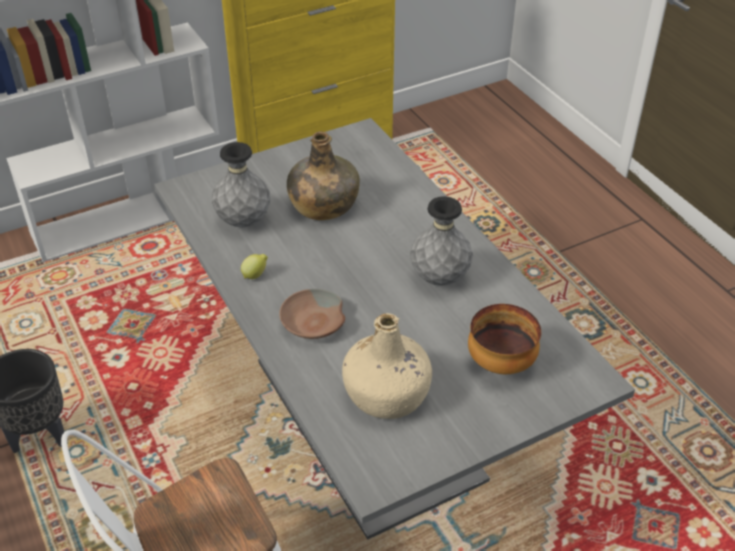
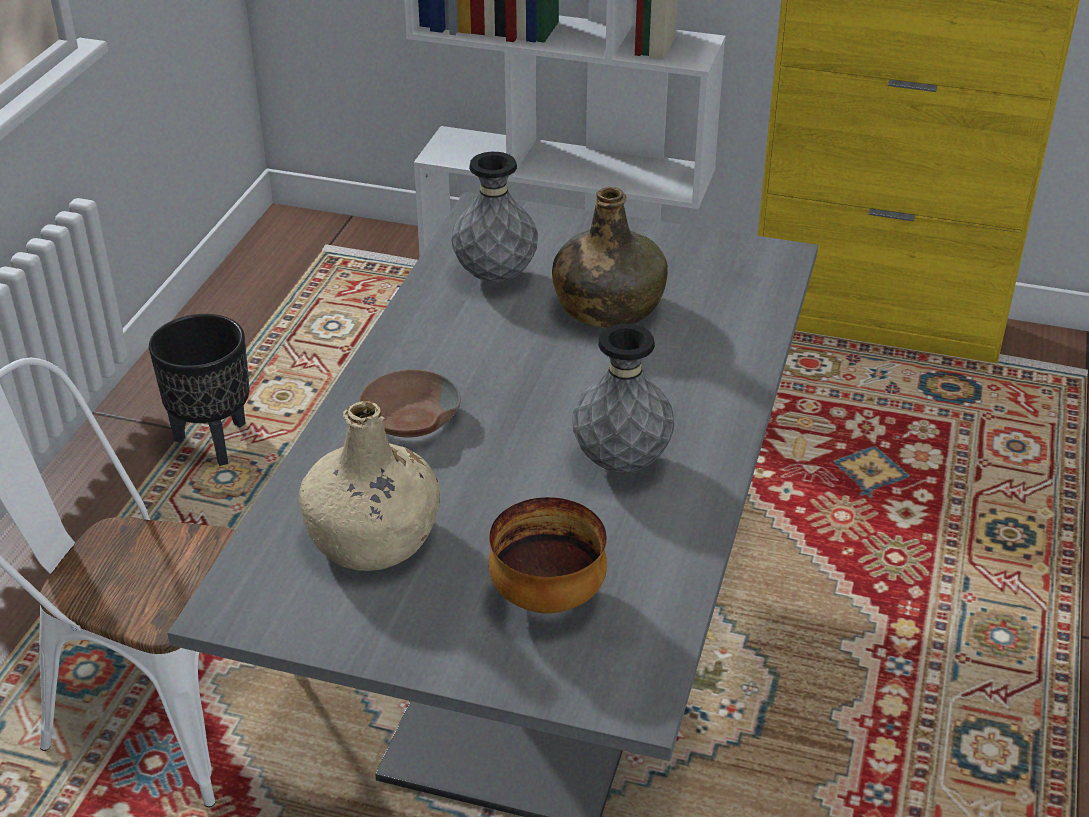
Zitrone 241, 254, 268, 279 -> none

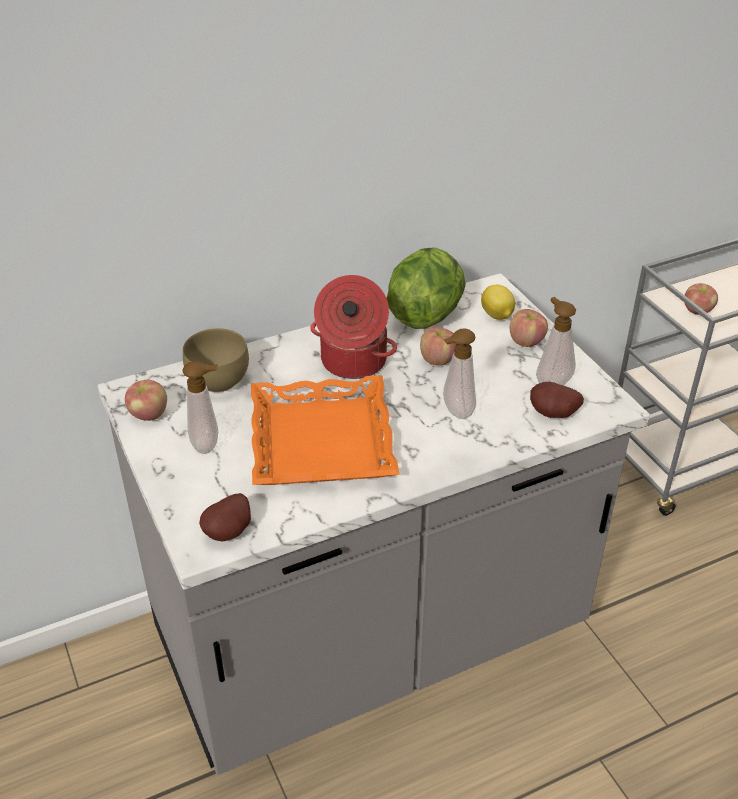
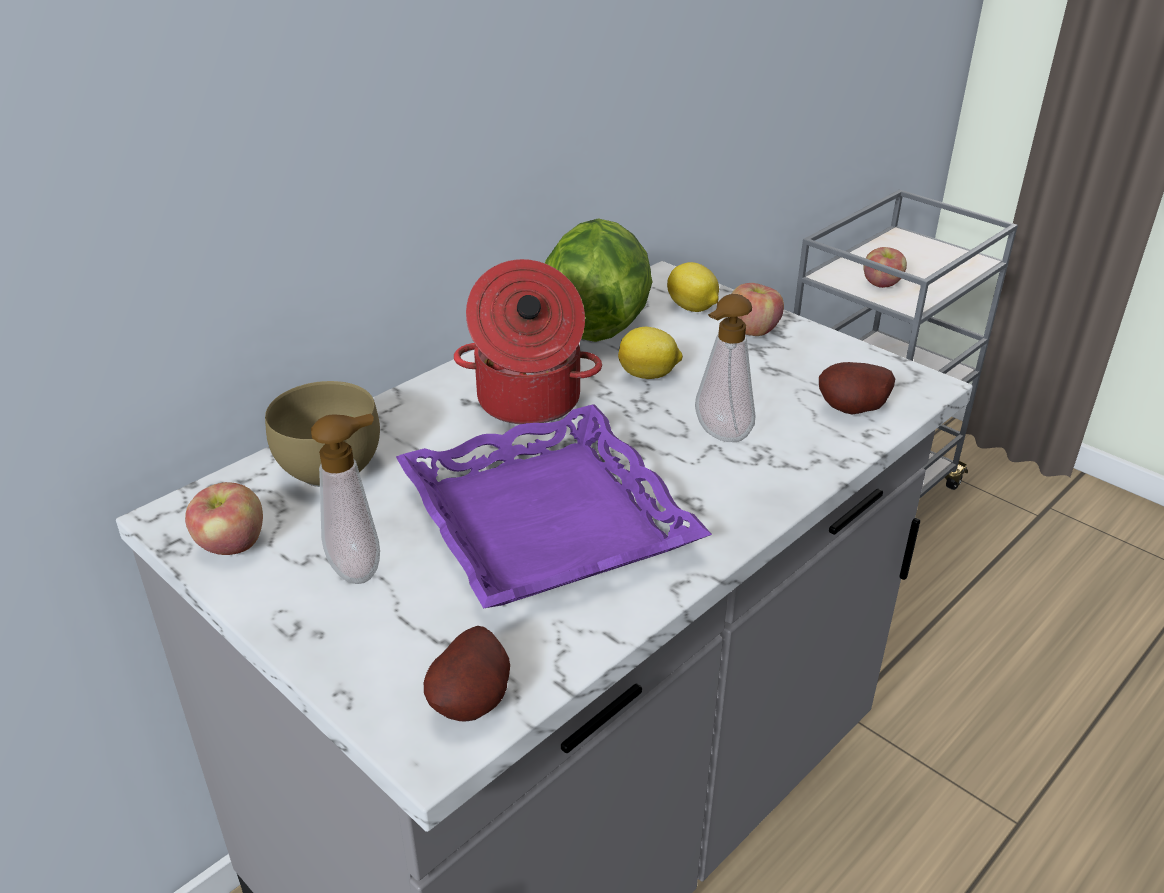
Tablett/orange 251, 375, 399, 485 -> Tablett/lila 396, 404, 712, 608
Apfel 420, 327, 456, 366 -> Zitrone 618, 327, 683, 379
Seifenspender 536, 297, 576, 385 -> none

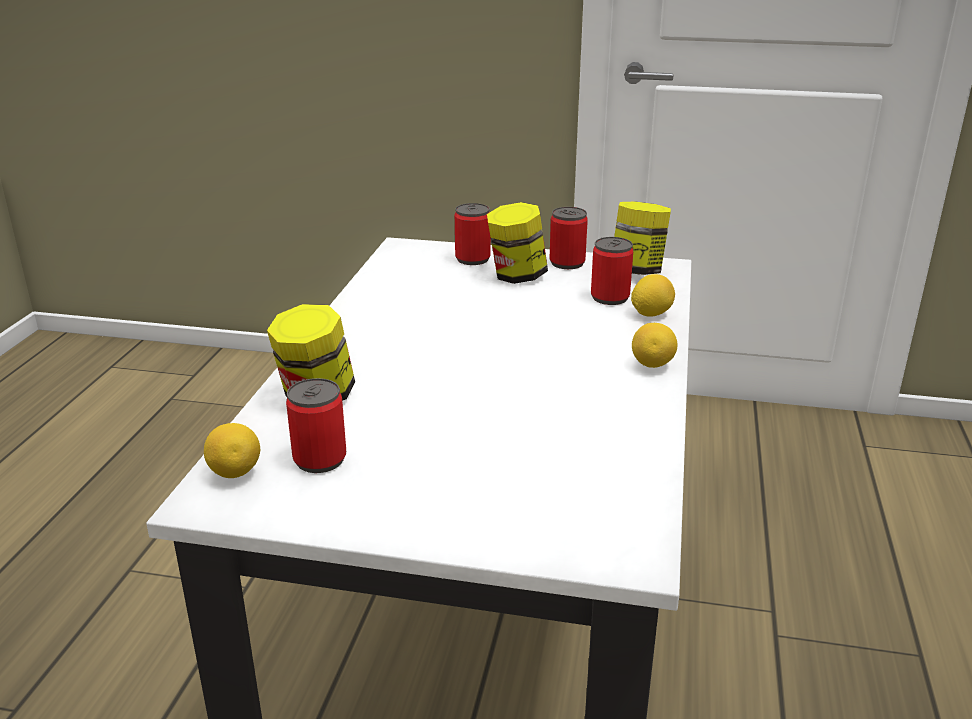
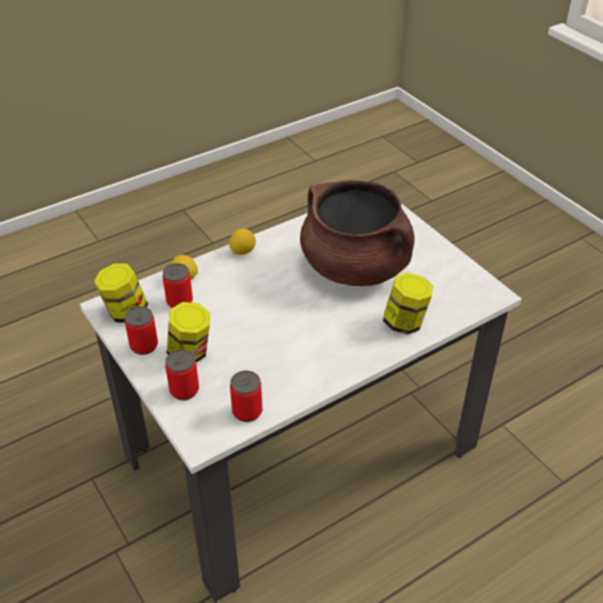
Dose 286, 378, 346, 473 -> Dose 230, 371, 262, 422, relocated
none -> Kochtopf/braun 300, 180, 415, 286
Zitrone 204, 423, 260, 478 -> none

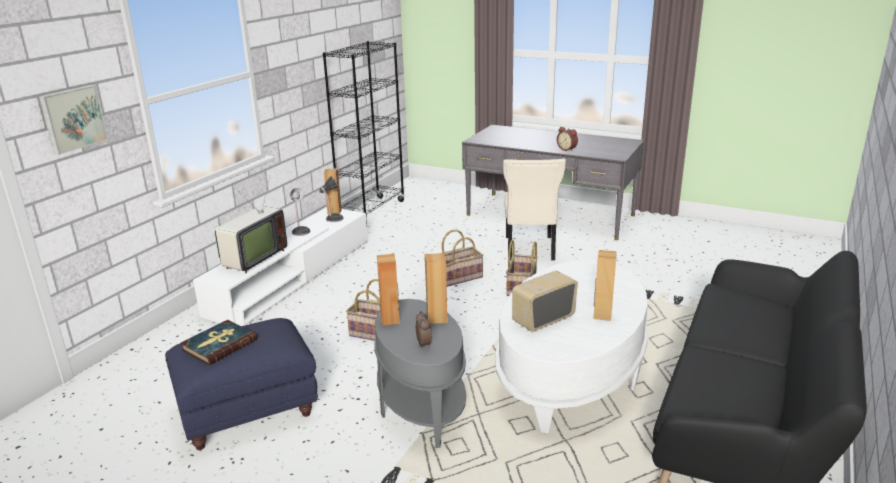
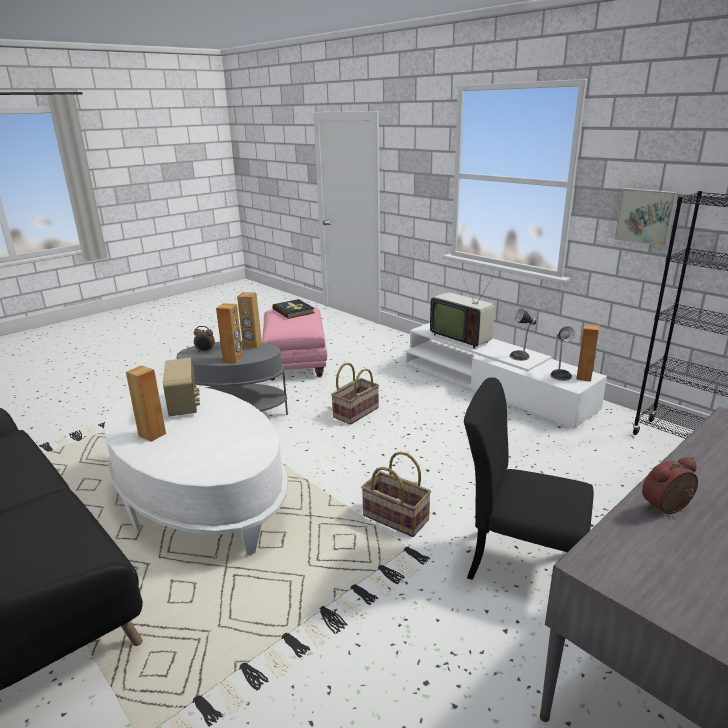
Polsterhocker/blau 165, 318, 318, 450 -> Polsterhocker/rosa 262, 307, 327, 380
Stuhl/beige 503, 159, 566, 261 -> Stuhl/schwarz 464, 377, 594, 580
Bild 39, 85, 108, 155 -> Bild 615, 188, 678, 246, relocated
Korb 442, 230, 484, 287 -> none

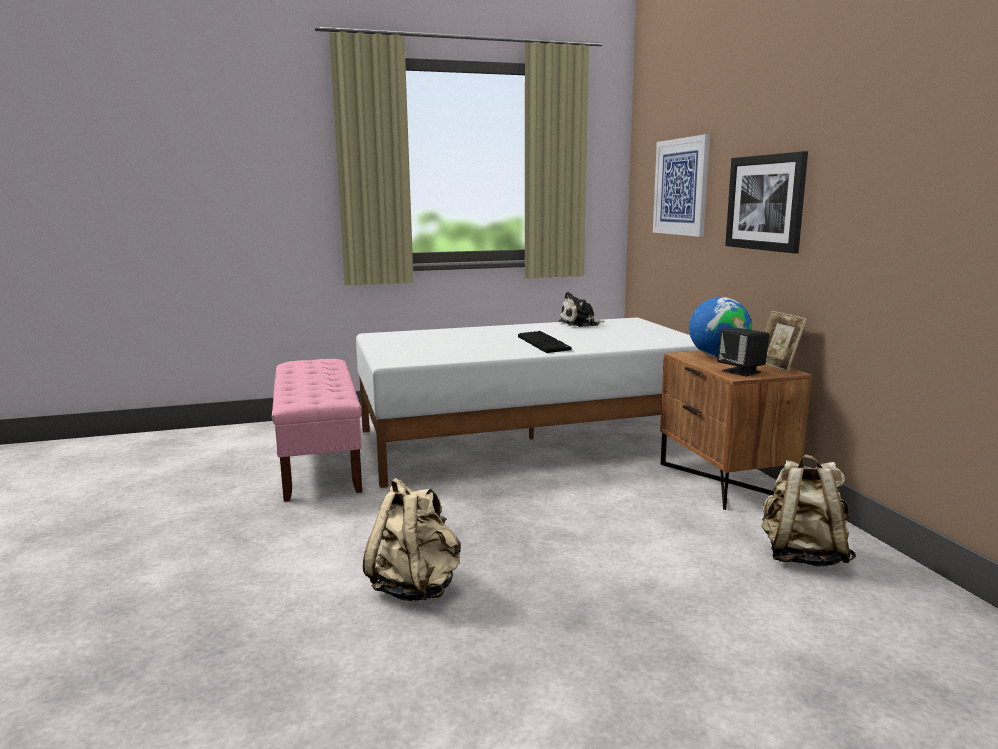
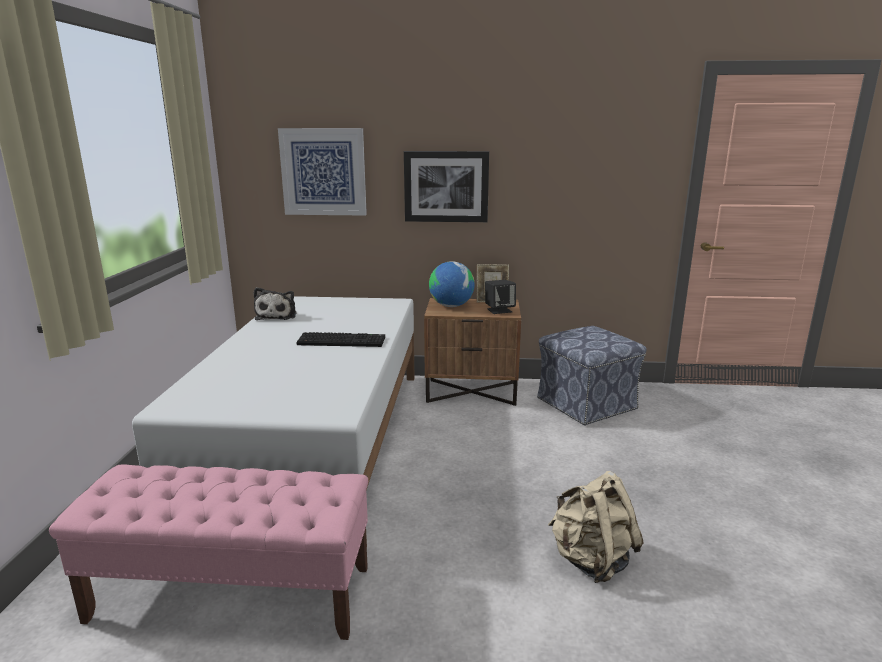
Rucksack/beige 761, 454, 856, 567 -> Polsterhocker 537, 326, 646, 426

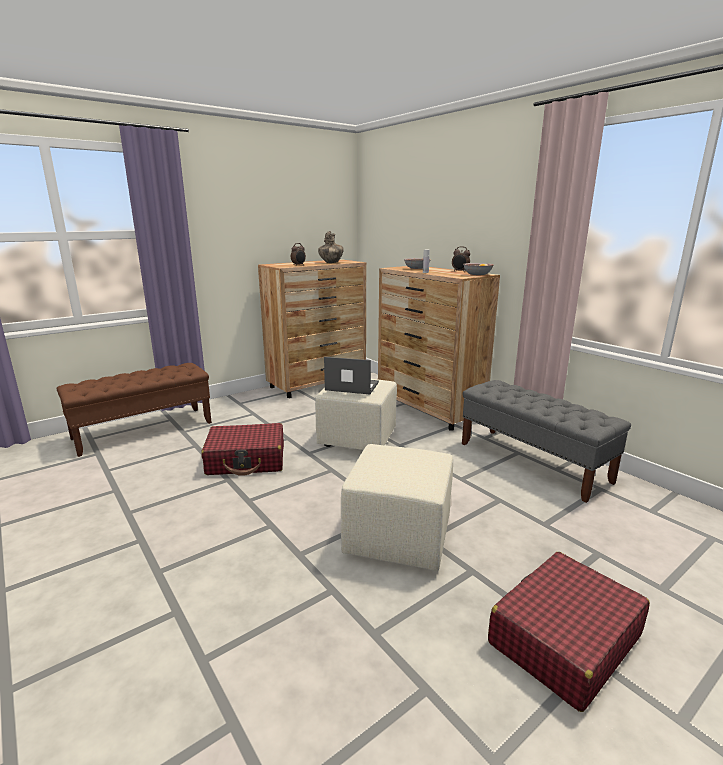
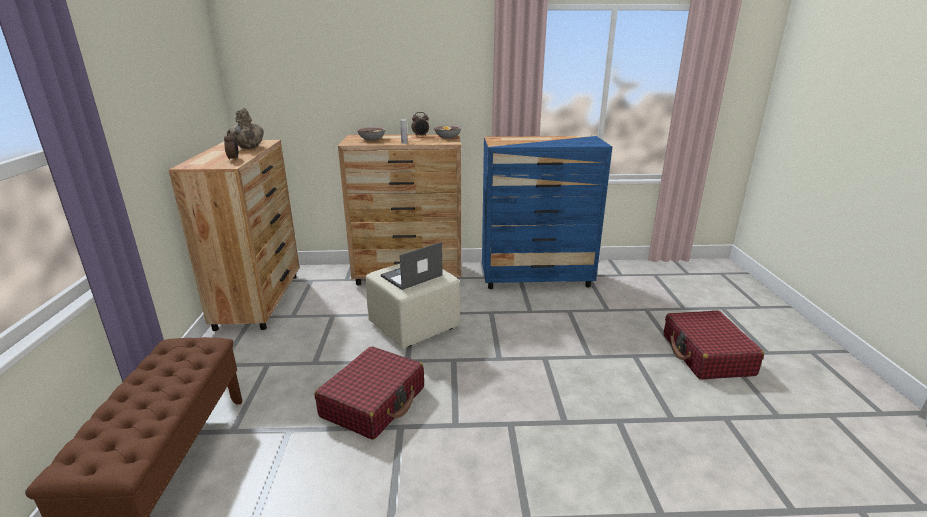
Bank/grau 462, 380, 631, 503 -> Kommode/blau 482, 136, 612, 289
Polsterhocker/beige 341, 444, 453, 571 -> none

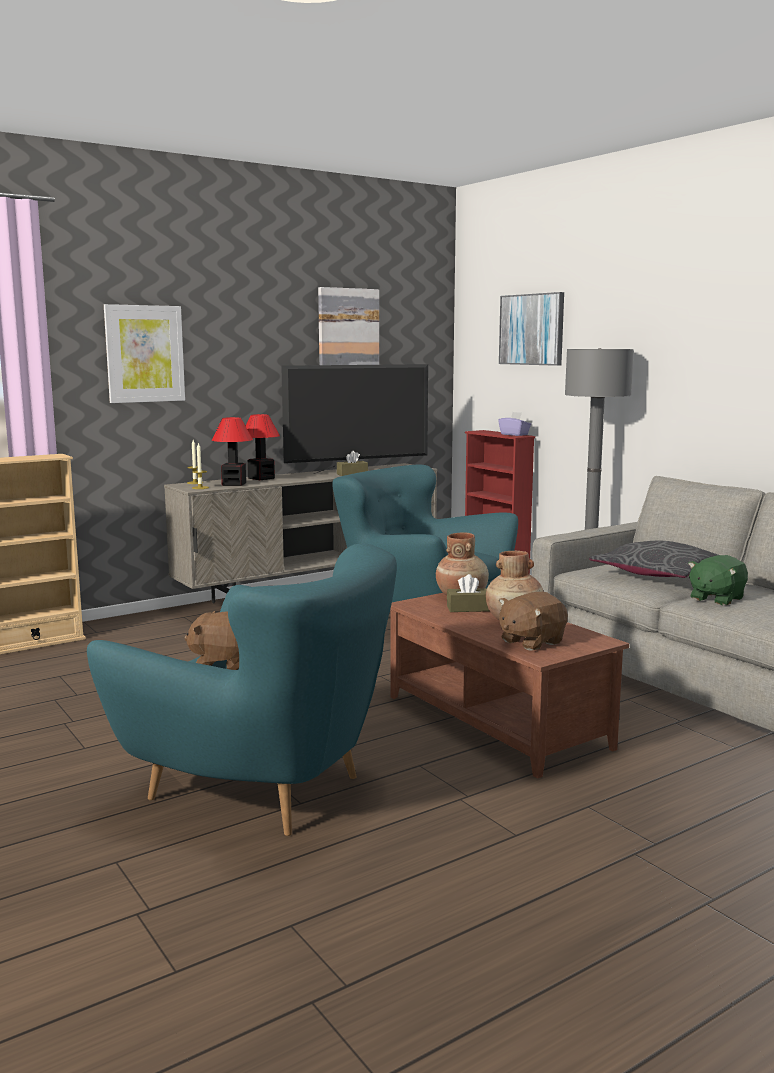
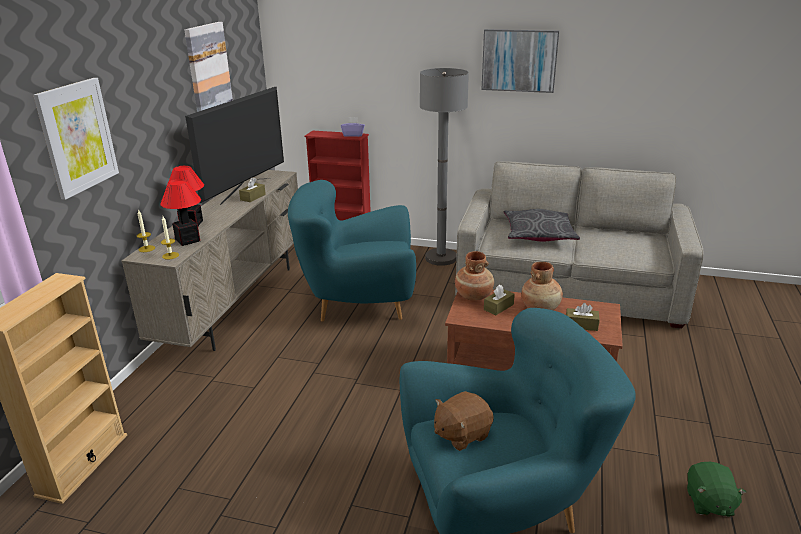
Bild 499, 292, 564, 366 -> Bild 481, 29, 559, 93, relocated
Plüschtier/braun 499, 592, 568, 651 -> Taschentuchbox/braun 566, 303, 600, 331
Plüschtier/grün 688, 555, 748, 606 -> Plüschtier/grün 687, 462, 747, 517, relocated

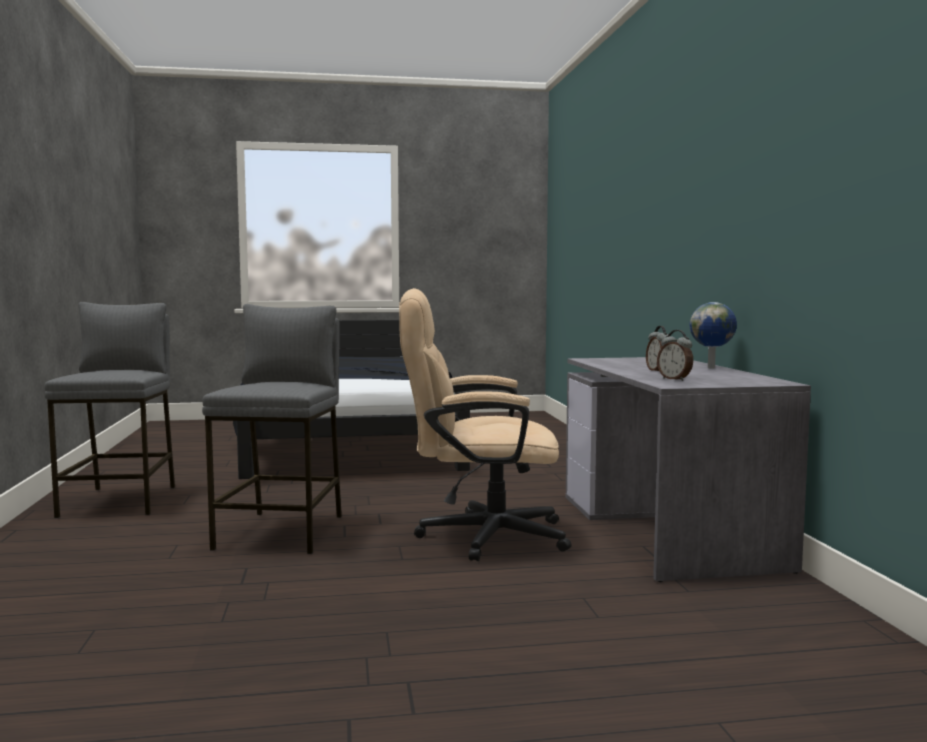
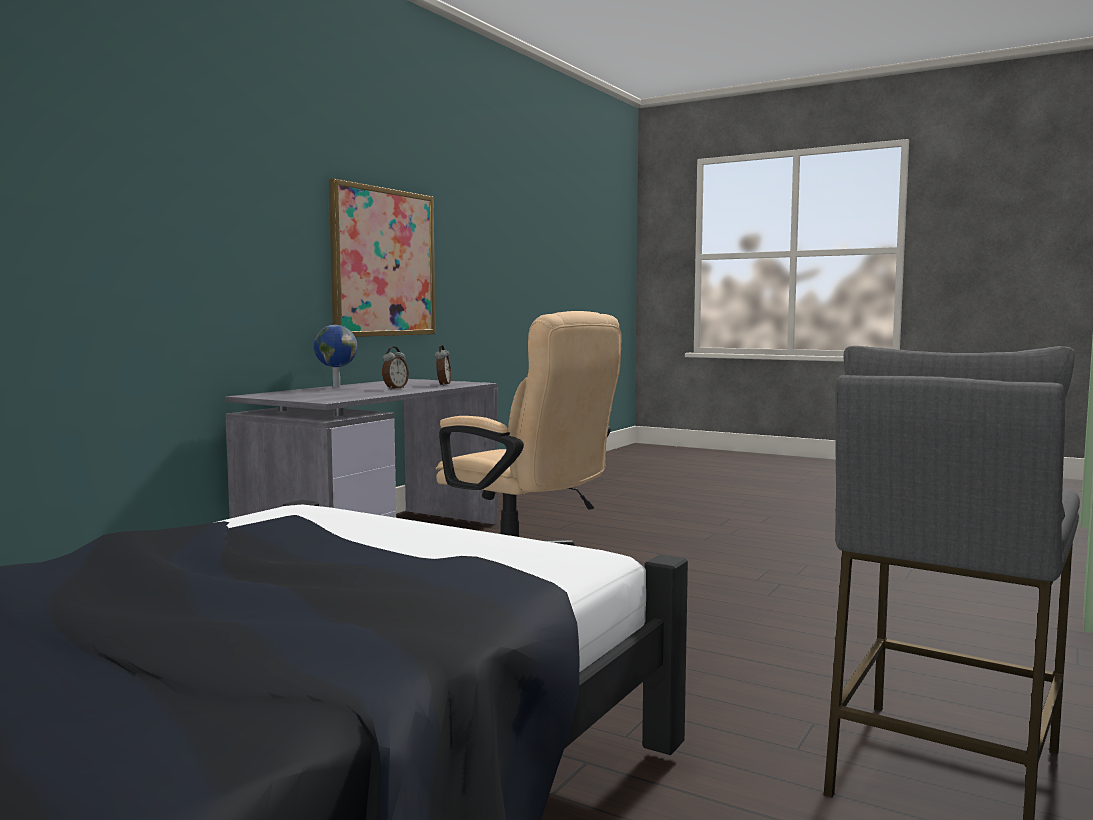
none -> Bild 329, 179, 435, 337
Hocker/grau 202, 304, 342, 554 -> none

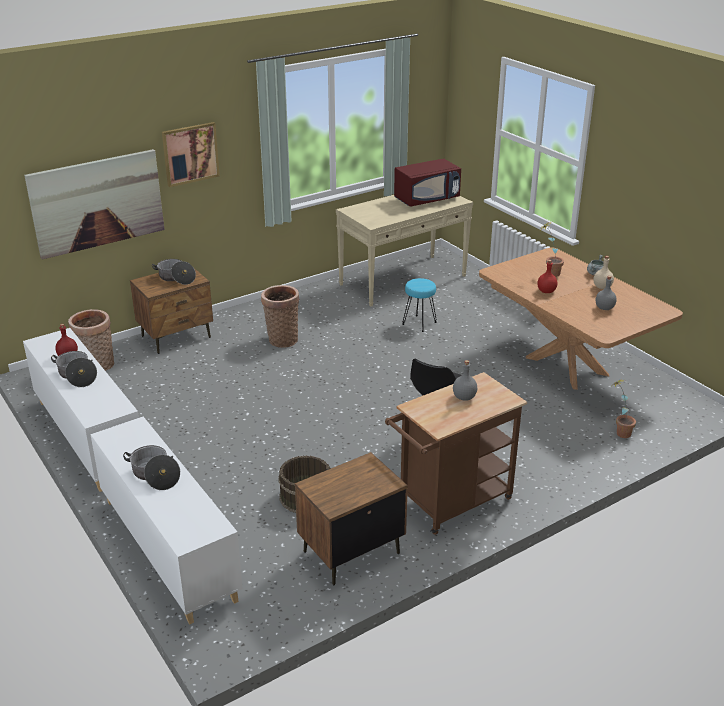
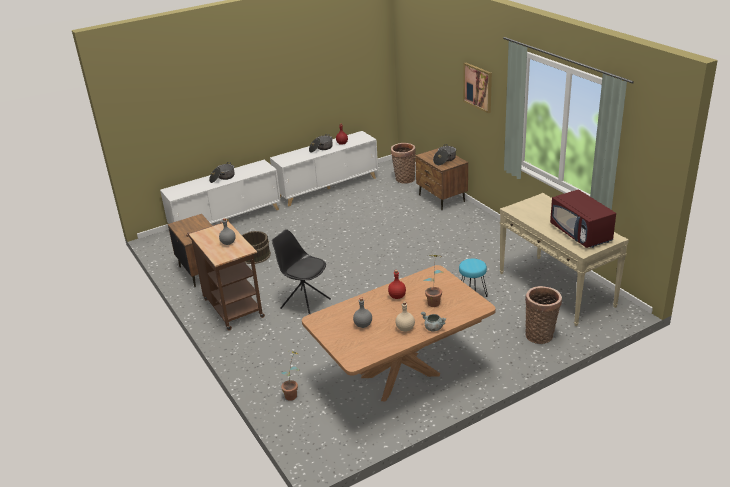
Korb 261, 285, 299, 348 -> Korb 525, 286, 562, 344, relocated
Bild 24, 149, 165, 260 -> none

